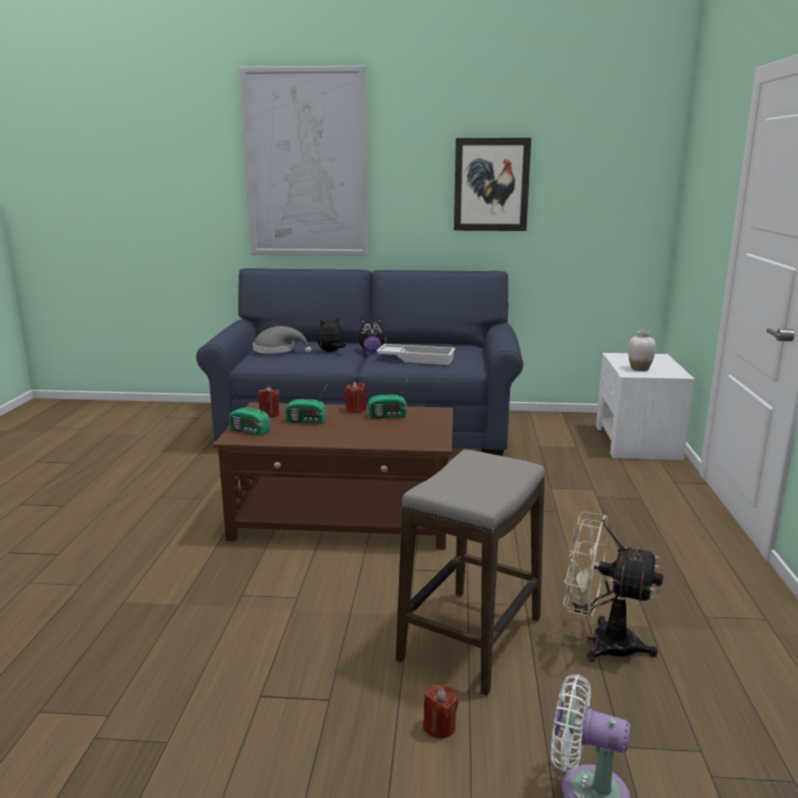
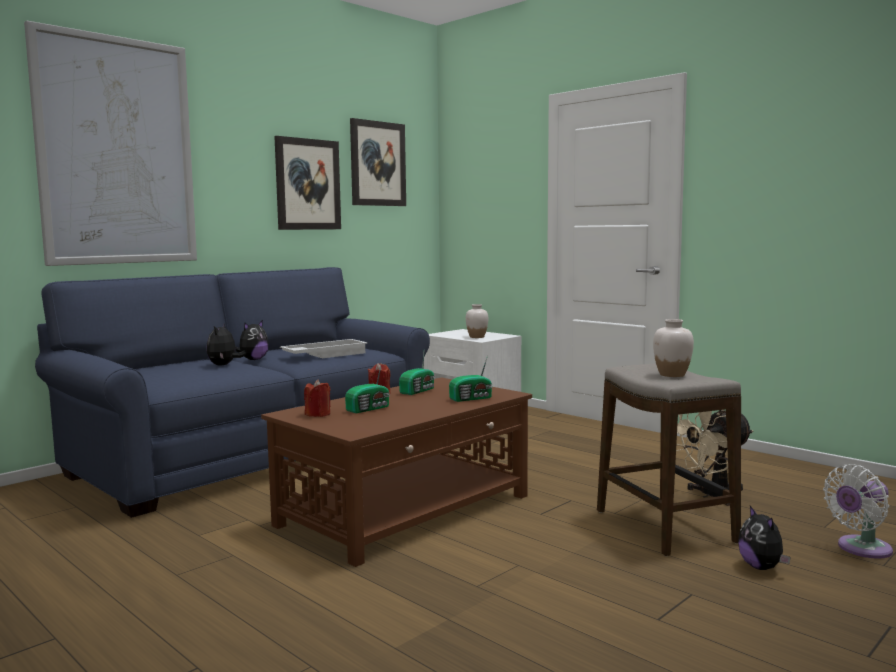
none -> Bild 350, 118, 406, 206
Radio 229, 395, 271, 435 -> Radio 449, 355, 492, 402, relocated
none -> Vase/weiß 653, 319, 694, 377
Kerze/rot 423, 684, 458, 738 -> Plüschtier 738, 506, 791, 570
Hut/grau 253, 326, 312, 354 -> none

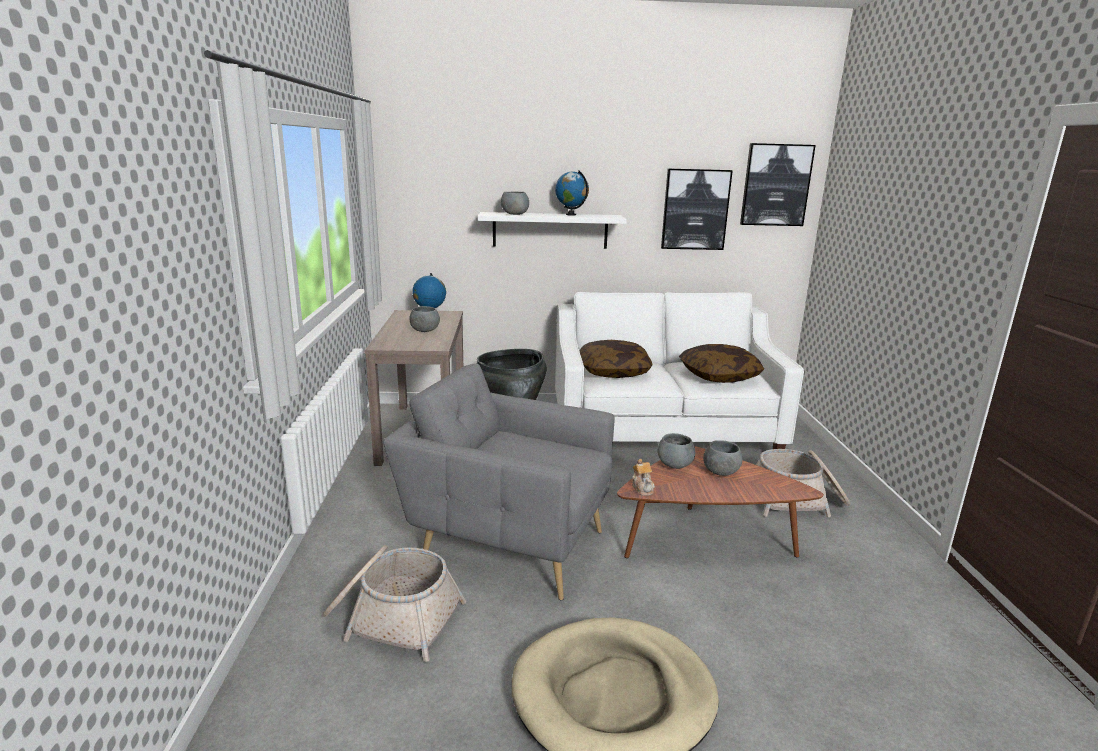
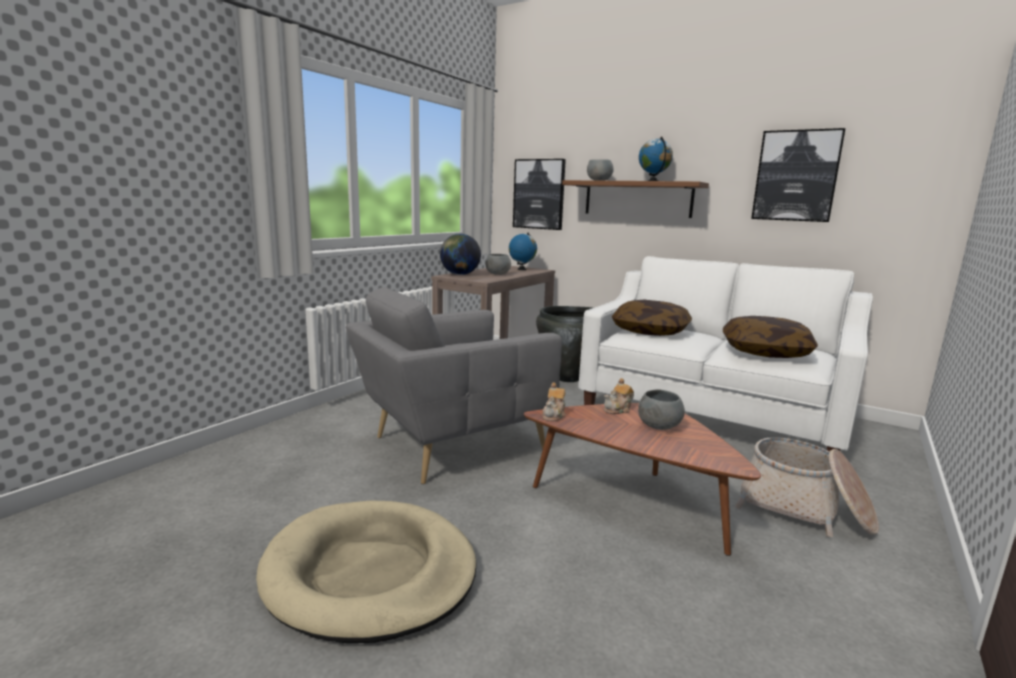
Sessel/grau 383, 364, 615, 600 -> Sessel/grau 346, 287, 562, 484, 90 degrees counterclockwise
none -> Globus 440, 234, 481, 275
Bild 740, 143, 816, 226 -> Bild 513, 159, 566, 230, relocated
Wandregal/weiß 478, 212, 627, 249 -> Wandregal/braun 562, 180, 709, 218
Schüssel/grau 657, 433, 695, 469 -> Teekanne 604, 378, 634, 414
Korb 322, 545, 466, 662 -> none

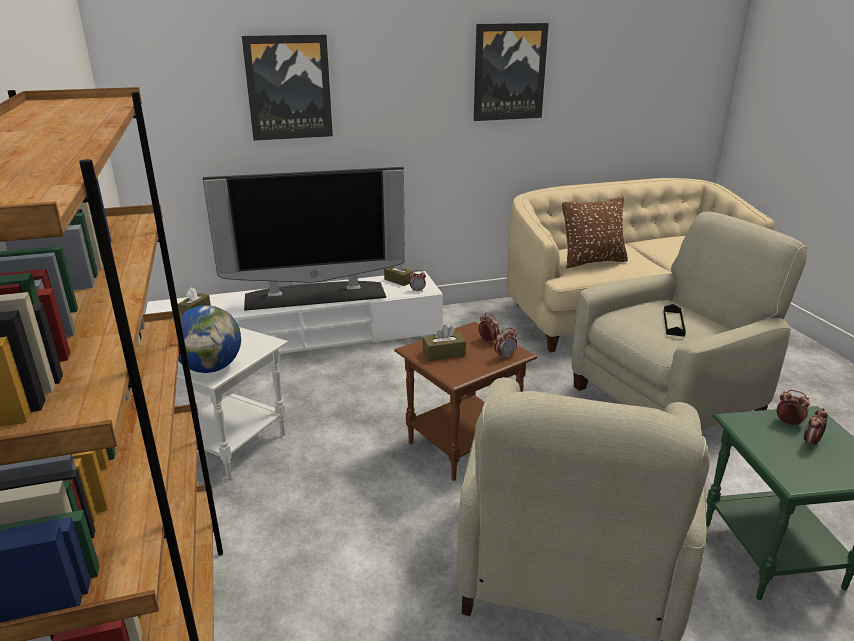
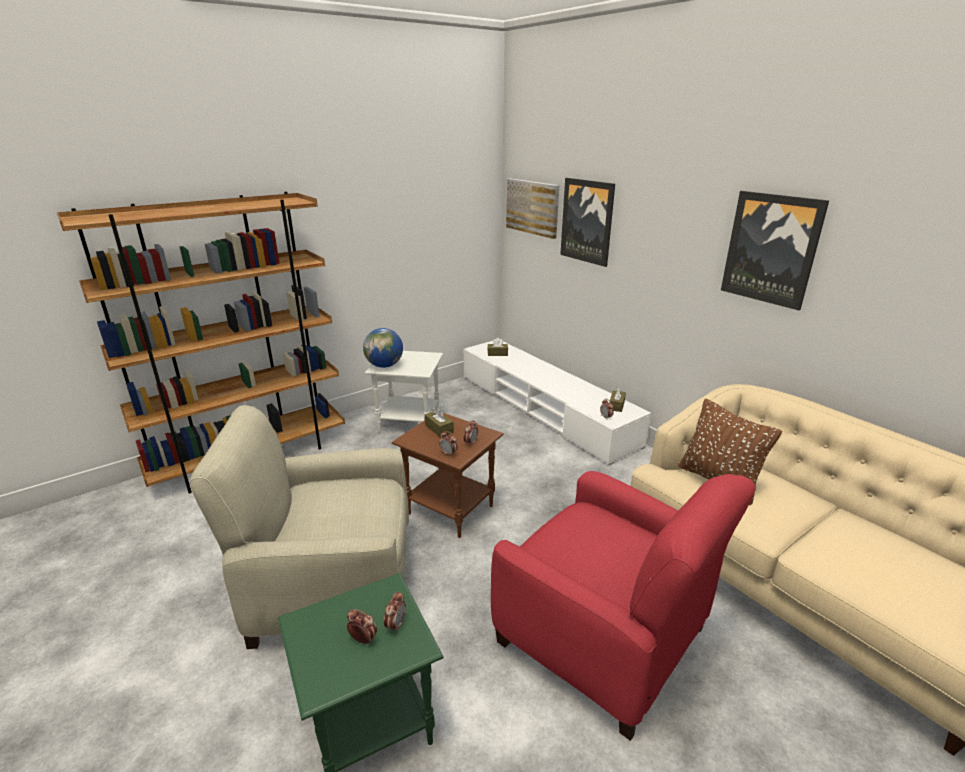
Sessel/beige 572, 212, 807, 431 -> Sessel/rot 491, 471, 756, 741
none -> Bild 506, 178, 559, 239
Fernseher 203, 167, 405, 311 -> none
Tablett/schwarz 663, 304, 686, 337 -> none

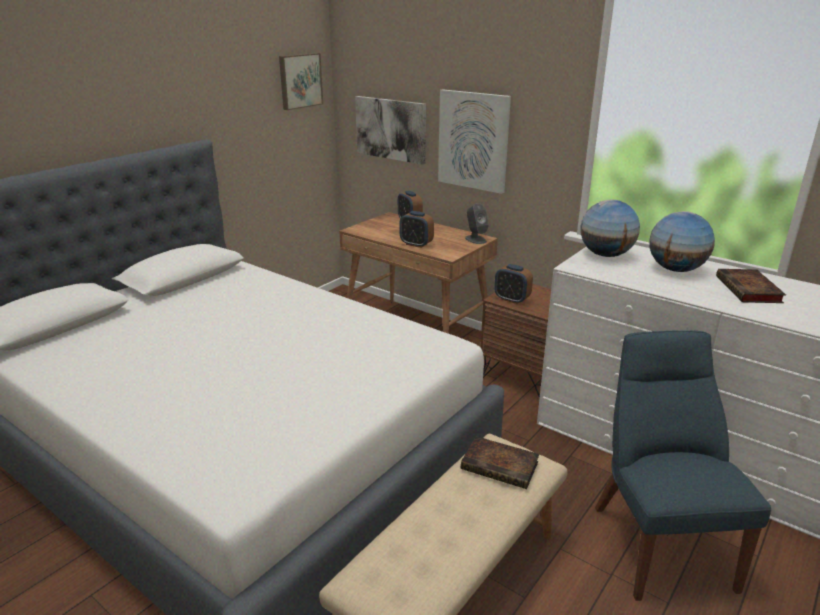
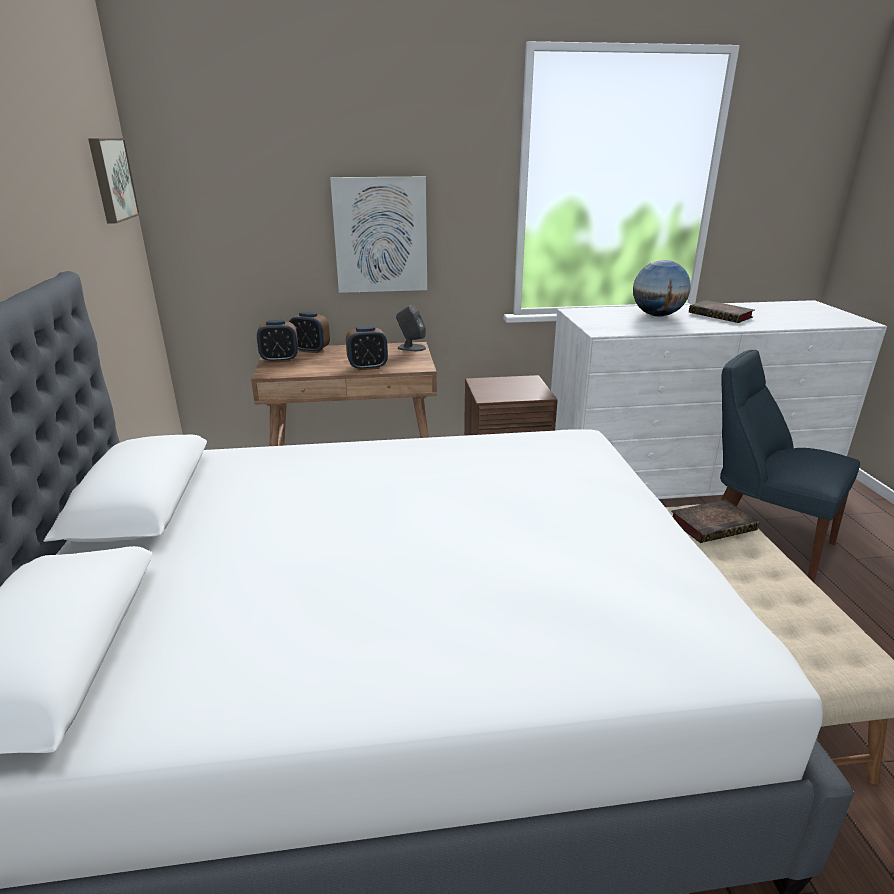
Wecker 494, 264, 533, 304 -> Wecker 257, 320, 298, 363, relocated
Bild 355, 96, 426, 165 -> none
Globus 580, 200, 640, 257 -> none

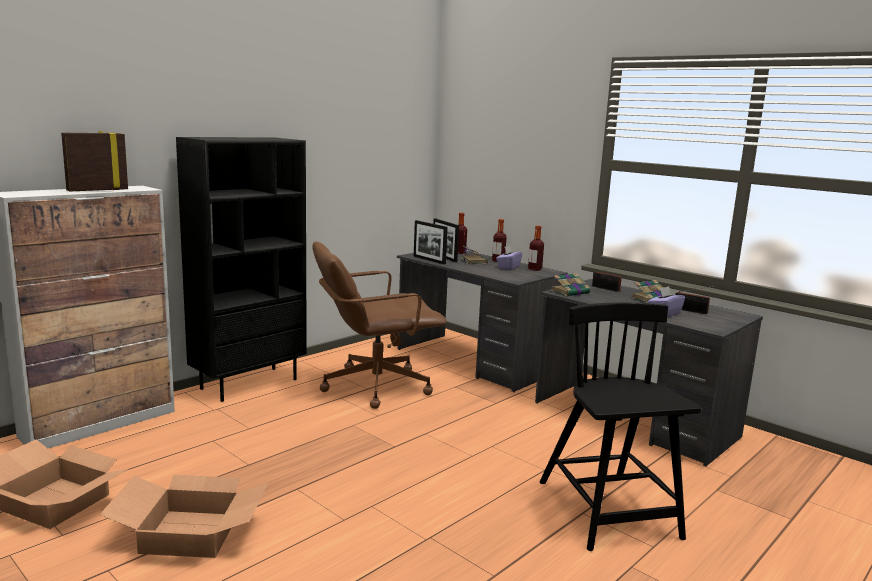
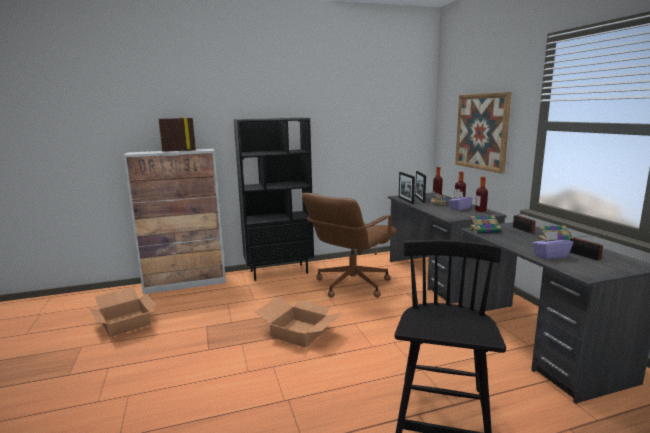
Karton 100, 475, 269, 558 -> Karton 255, 296, 342, 348, relocated
Bürostuhl/braun 312, 241, 447, 409 -> Bürostuhl/braun 302, 193, 397, 298, 60 degrees counterclockwise
none -> Bild 455, 92, 511, 174

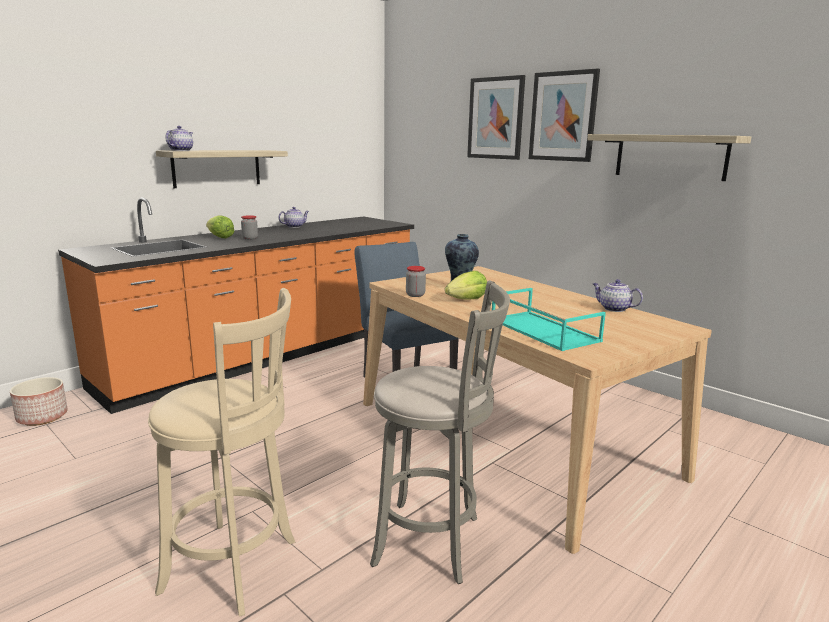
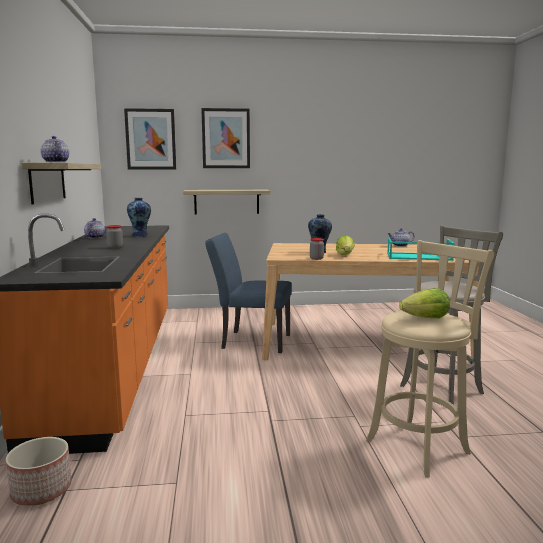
Bild 529, 69, 600, 162 -> Bild 124, 108, 176, 169, relocated
none -> Vase 127, 198, 151, 237
Wandregal 587, 134, 751, 181 -> Wandregal 183, 190, 270, 214, relocated
Salatkopf 206, 215, 235, 238 -> Salatkopf 399, 288, 450, 318, relocated

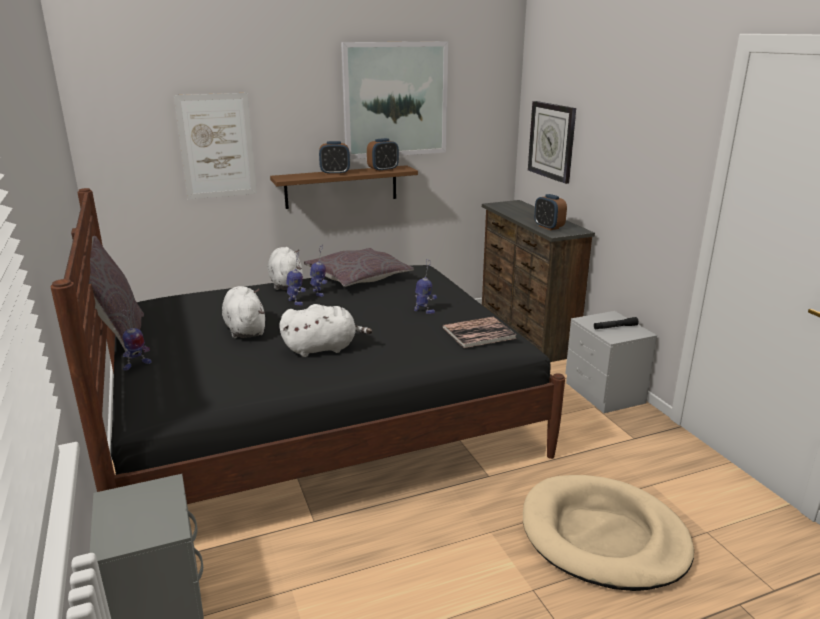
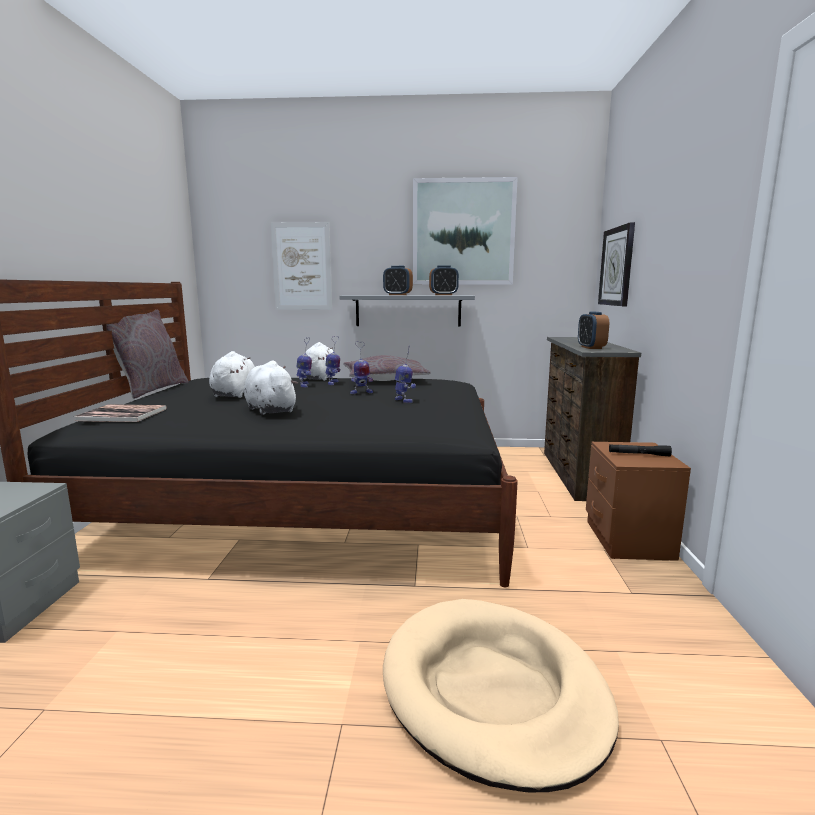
Buch 443, 317, 516, 348 -> Buch 74, 404, 167, 422, relocated
Plüschtier/weiß 279, 304, 372, 357 -> Plüschtier/weiß 244, 360, 298, 415, 135 degrees counterclockwise
Wandregal/braun 270, 165, 418, 209 -> Wandregal/grau 339, 295, 475, 327
Spielzeugroboter 121, 310, 151, 371 -> Spielzeugroboter 350, 341, 373, 394, relocated
Nachttisch/grau 565, 311, 657, 413 -> Nachttisch/braun 586, 442, 691, 561

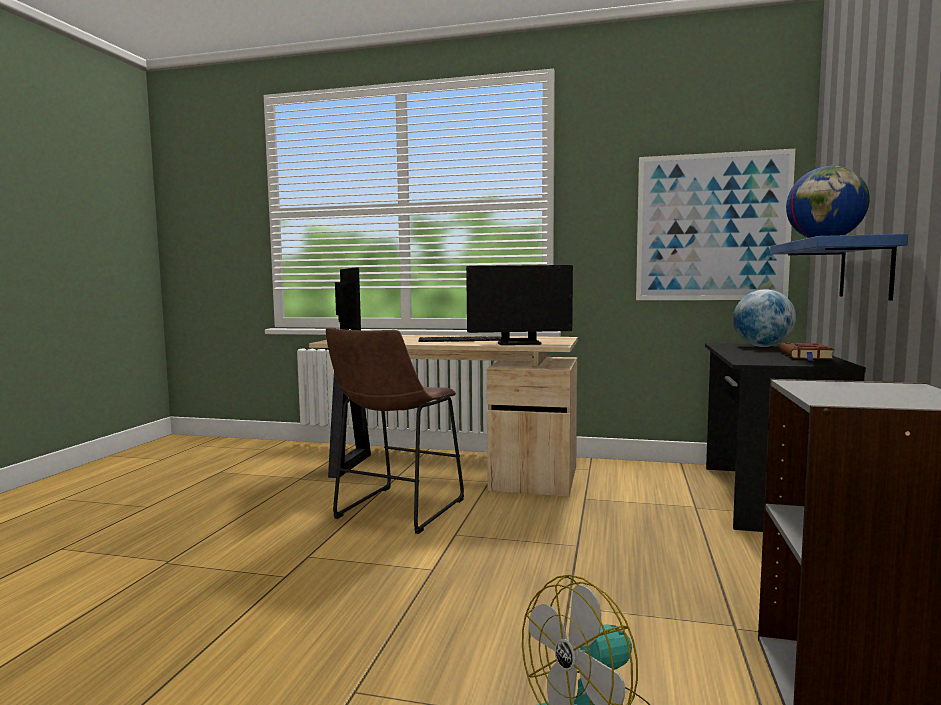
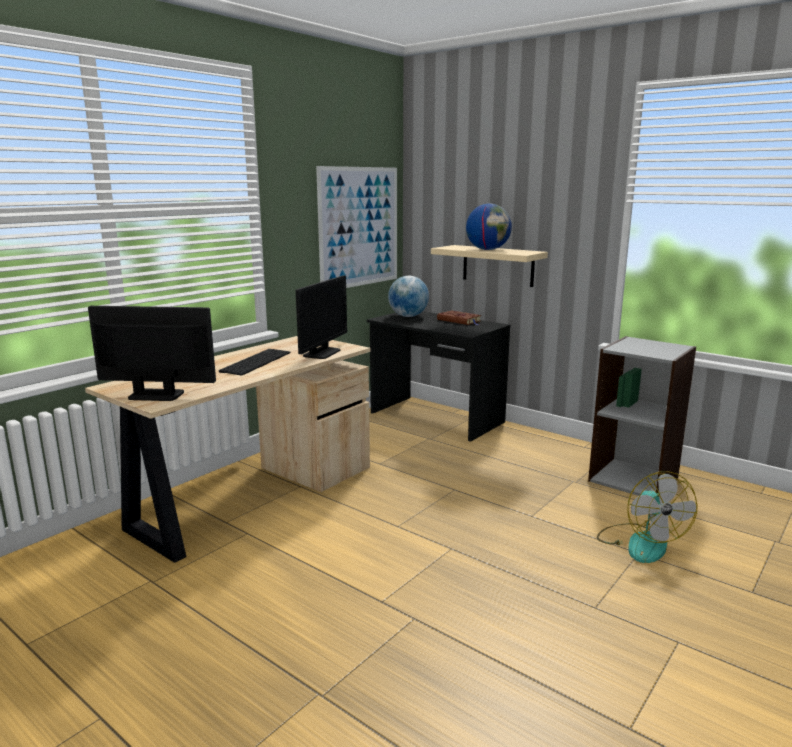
Wandregal/blau 770, 234, 908, 300 -> Wandregal/beige 431, 245, 548, 287
Hocker/braun 326, 328, 464, 534 -> none

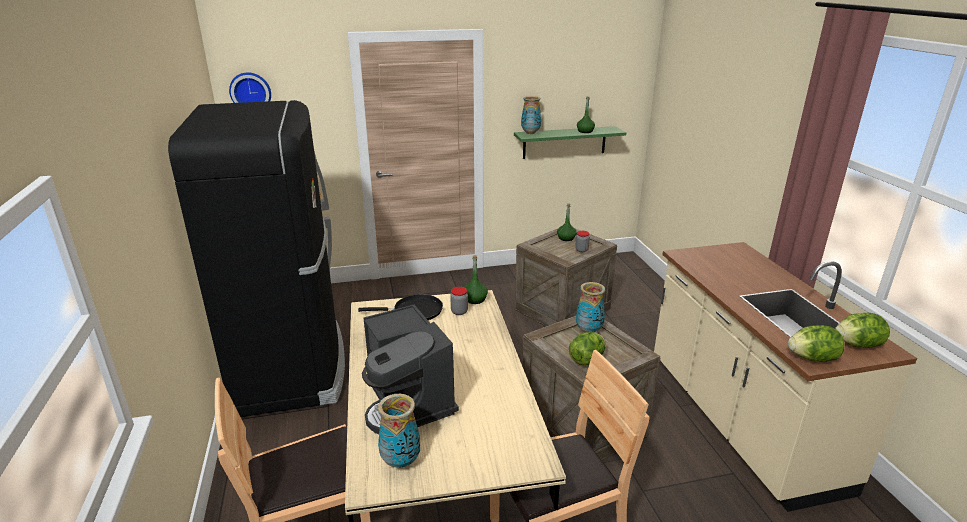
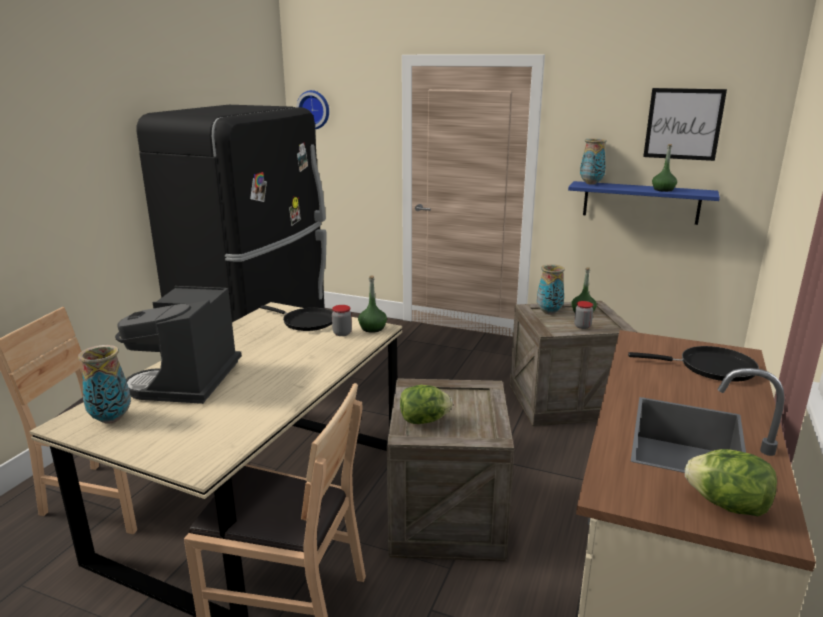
Vase 576, 282, 605, 333 -> Vase 537, 264, 565, 314, relocated
Wandregal/grün 514, 126, 626, 159 -> Wandregal/blau 568, 181, 720, 225
none -> Pfanne/schwarz 628, 346, 759, 382
none -> Bild 643, 88, 727, 161
Salatkopf 788, 325, 845, 362 -> none

